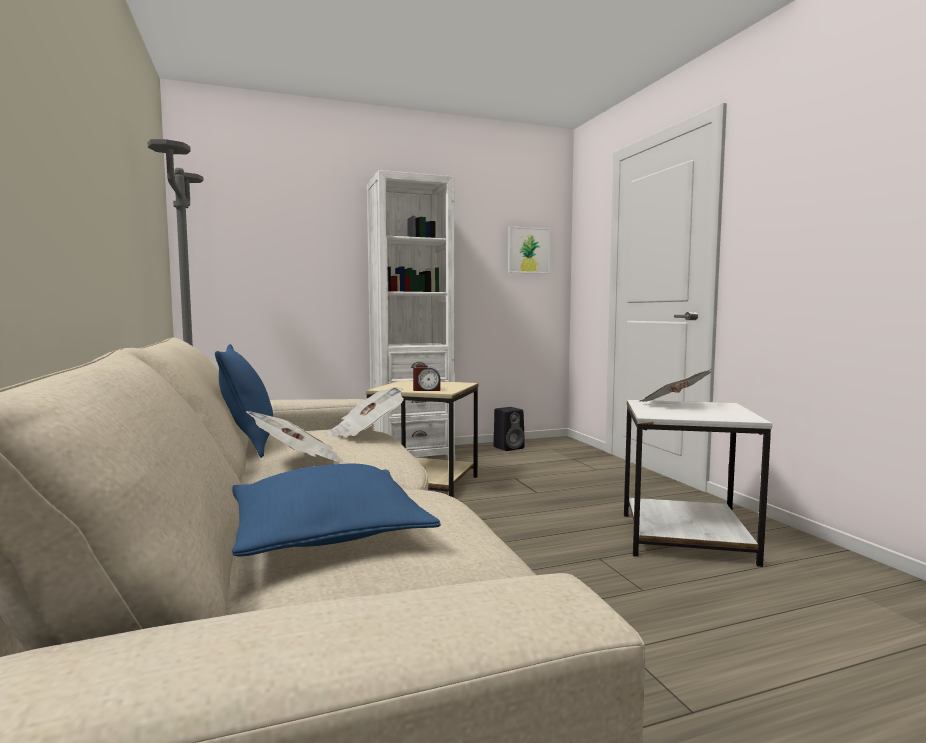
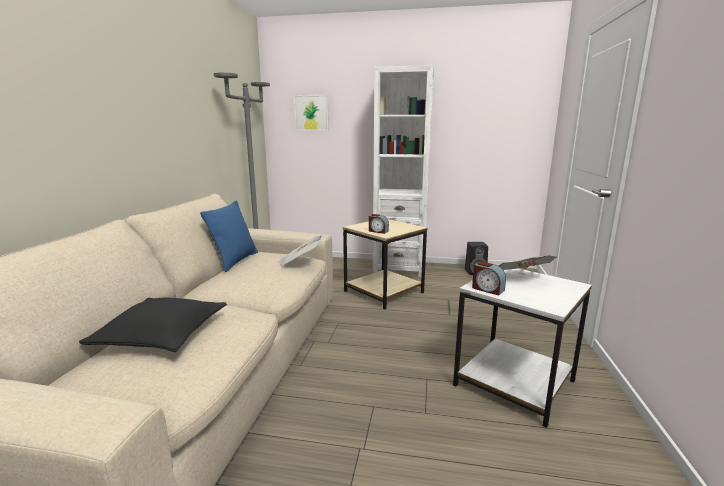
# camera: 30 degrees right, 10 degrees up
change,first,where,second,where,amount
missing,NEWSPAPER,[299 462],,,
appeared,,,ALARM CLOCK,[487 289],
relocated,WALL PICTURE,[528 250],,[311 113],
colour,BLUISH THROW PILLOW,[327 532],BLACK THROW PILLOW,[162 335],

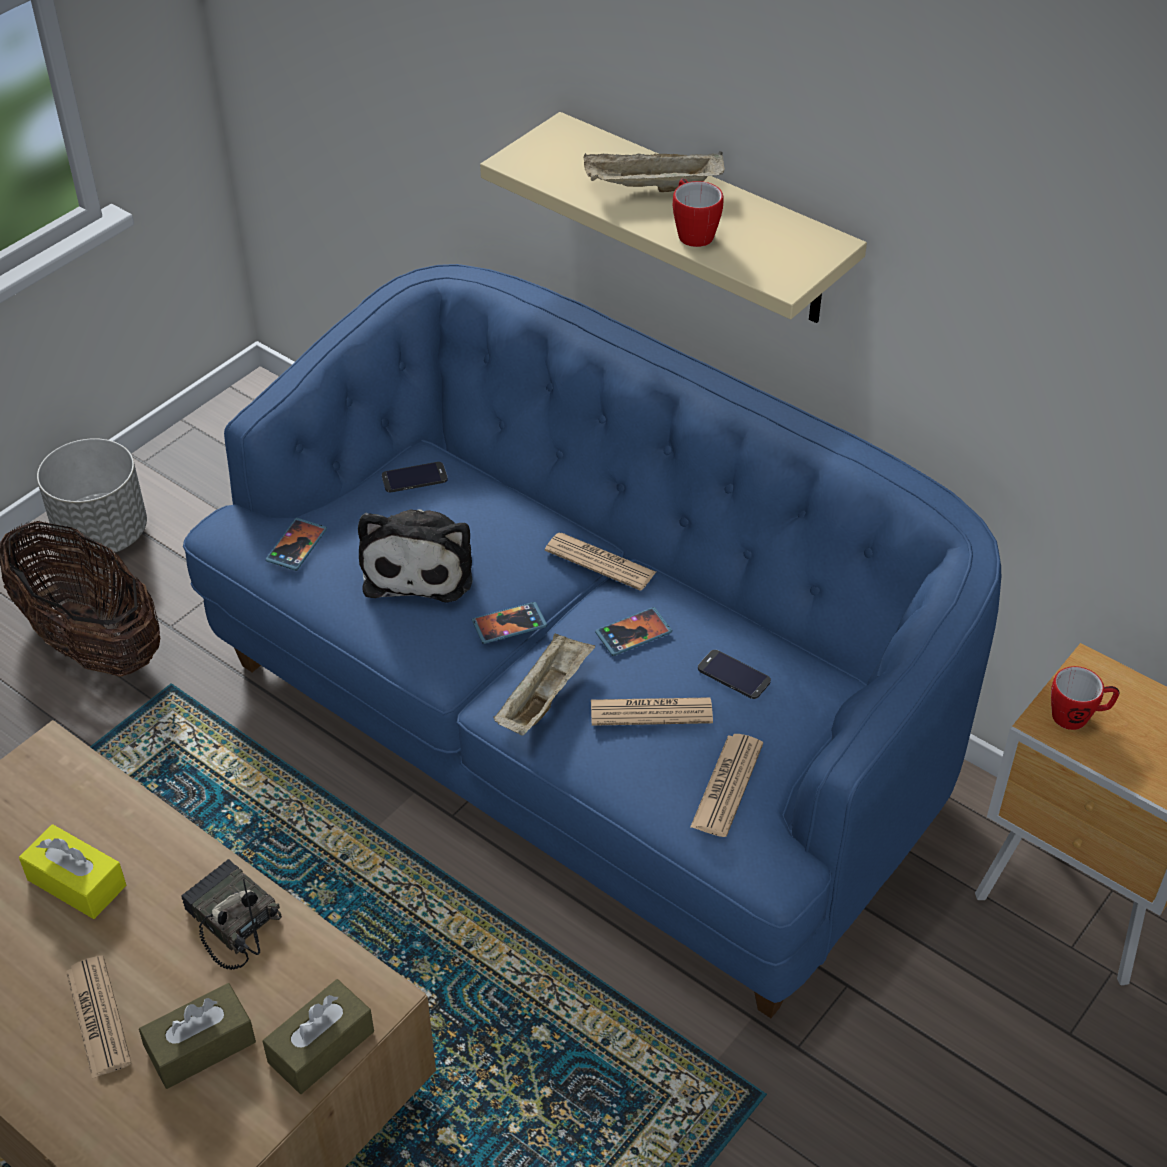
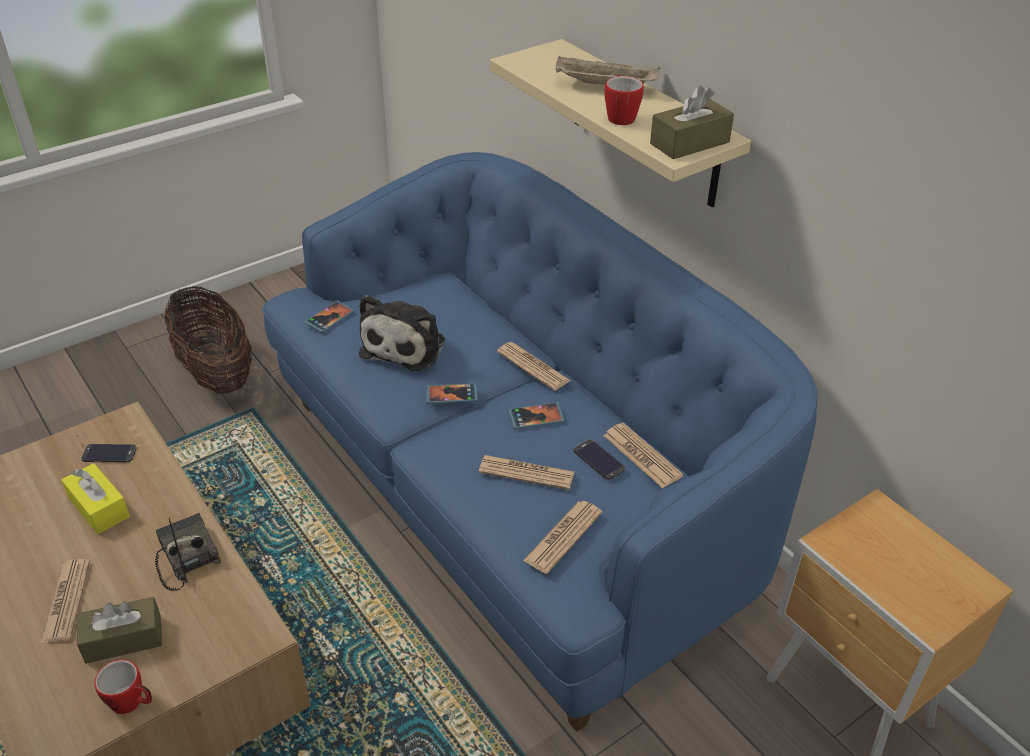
# camera: 15 degrees right, 5 degrees down
change,first,where,second,where,amount
missing,GREY PLANT POT,[103 535],,,
missing,BEIGE TRAY,[544 697],,,
appeared,,,NEWSPAPER,[642 456],
relocated,BROWN TISSUE BOX,[321 1047],,[689 143],
relocated,PHONE,[414 478],,[109 454],
relocated,TEA MUG,[1078 717],,[132 703],

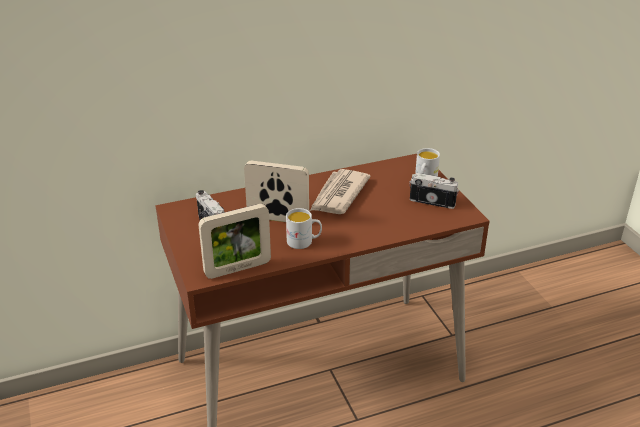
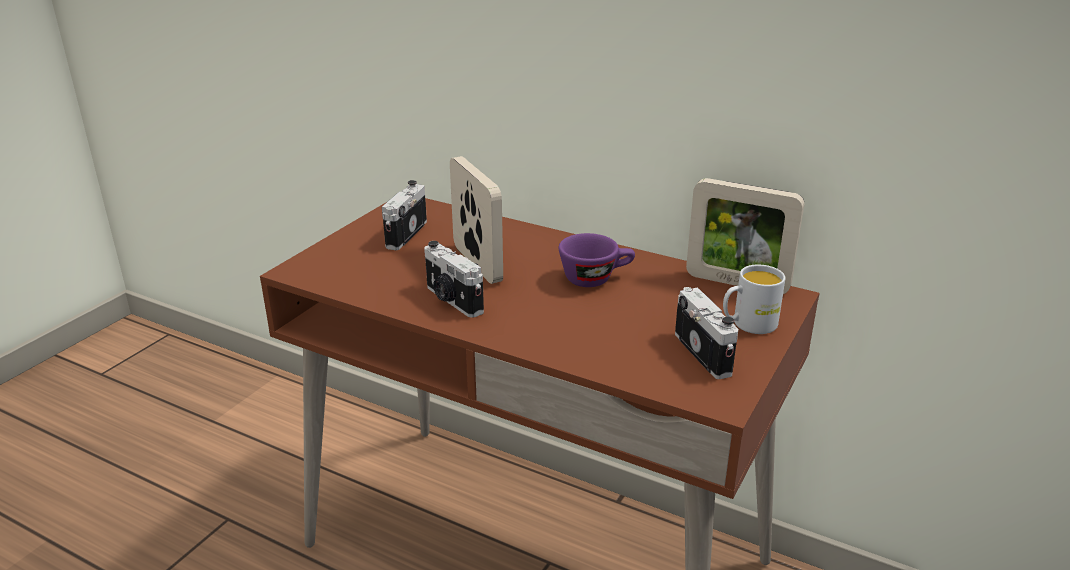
# camera: 50 degrees right, 5 degrees down
change,first,where,second,where,amount
relocated,PHOTO FRAME,[238 269],,[737 283],
exchanged,WHITISH TEA MUG,[304 242],PHOTO CAMERA,[452 300],
exchanged,NEWSPAPER,[338 195],PURPLE-COLOURED SMALL CUP,[596 278],

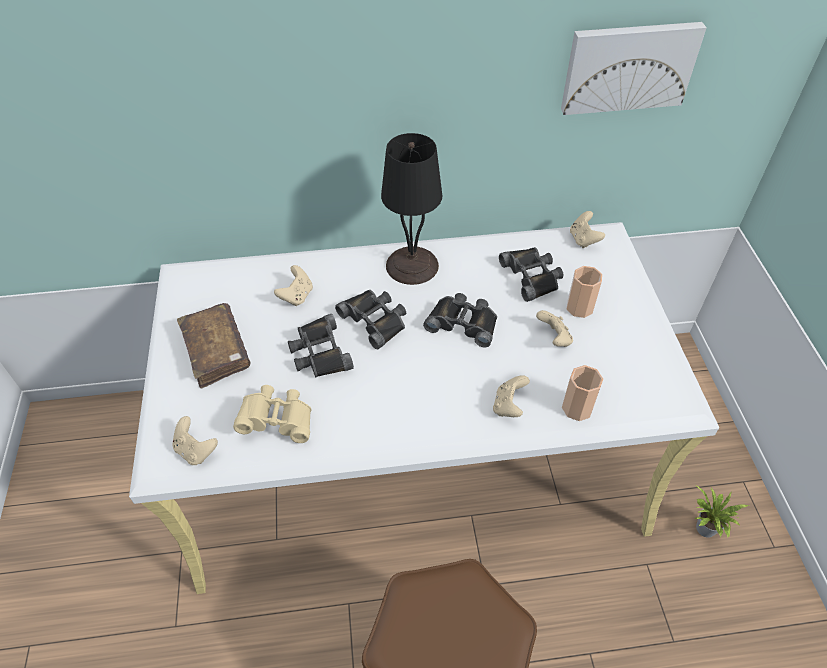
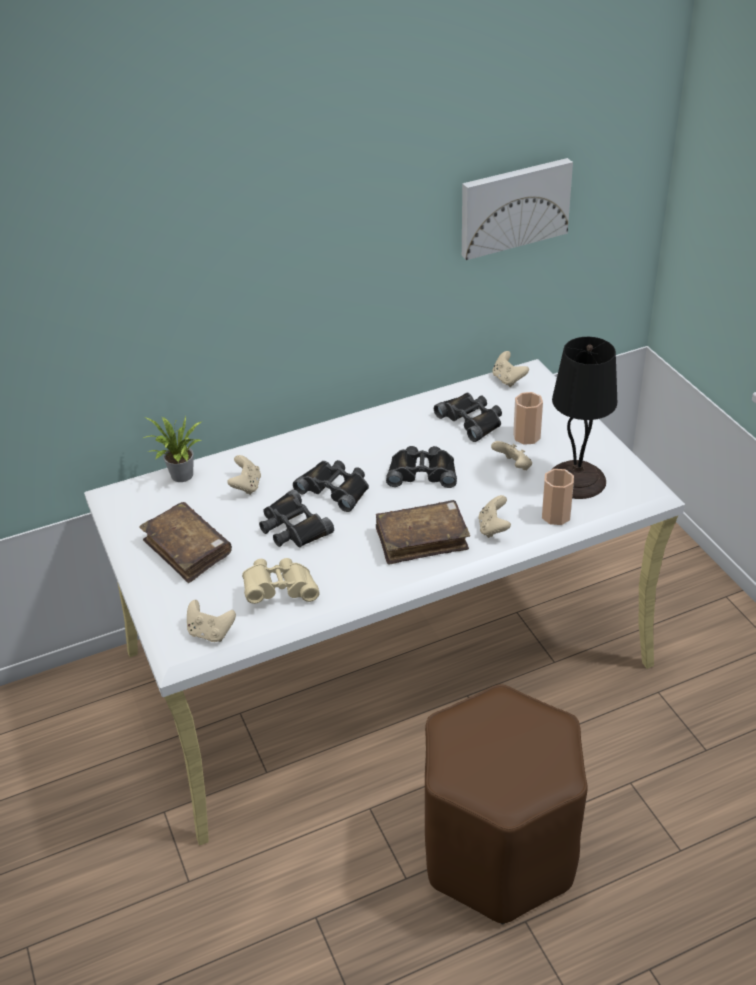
# camera: 15 degrees left, 10 degrees down
change,first,where,second,where,amount
appeared,,,BROWN BOOK,[421 539],
relocated,BLACK TABLETOP LAMP,[412 266],,[577 481],
relocated,HOUSEPLANT,[704 530],,[180 477],

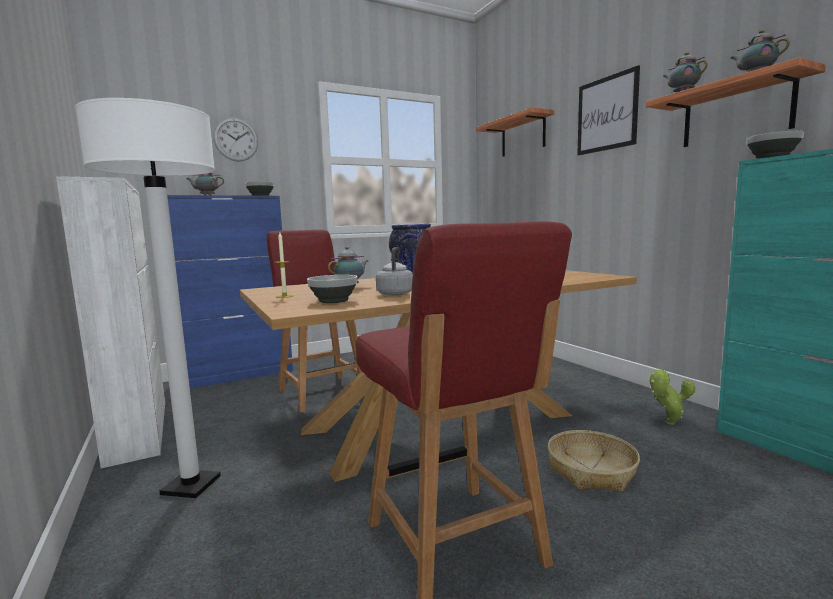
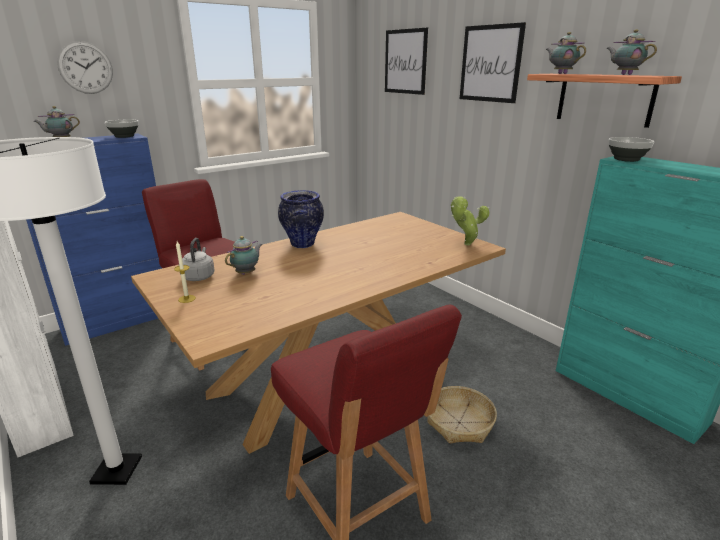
# camera: 10 degrees left, 15 degrees up
change,first,where,second,where,amount
missing,DEEP DISH,[333 301],,,
relocated,GREY KETTLE,[395 293],,[199 276],
relocated,HOUSEPLANT,[668 423],,[465 244],
exchanged,WALL SHELF,[523 136],WALL PICTURE,[405 61],

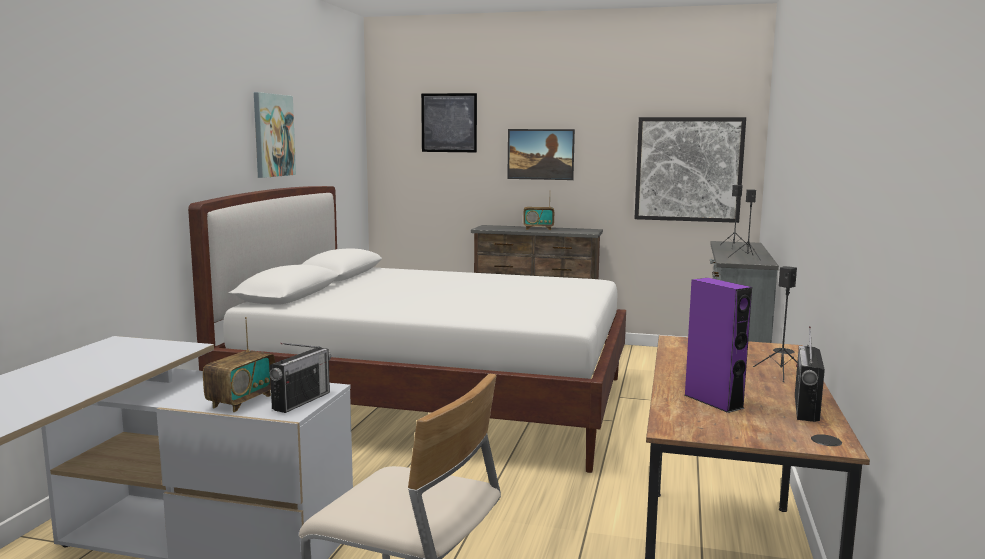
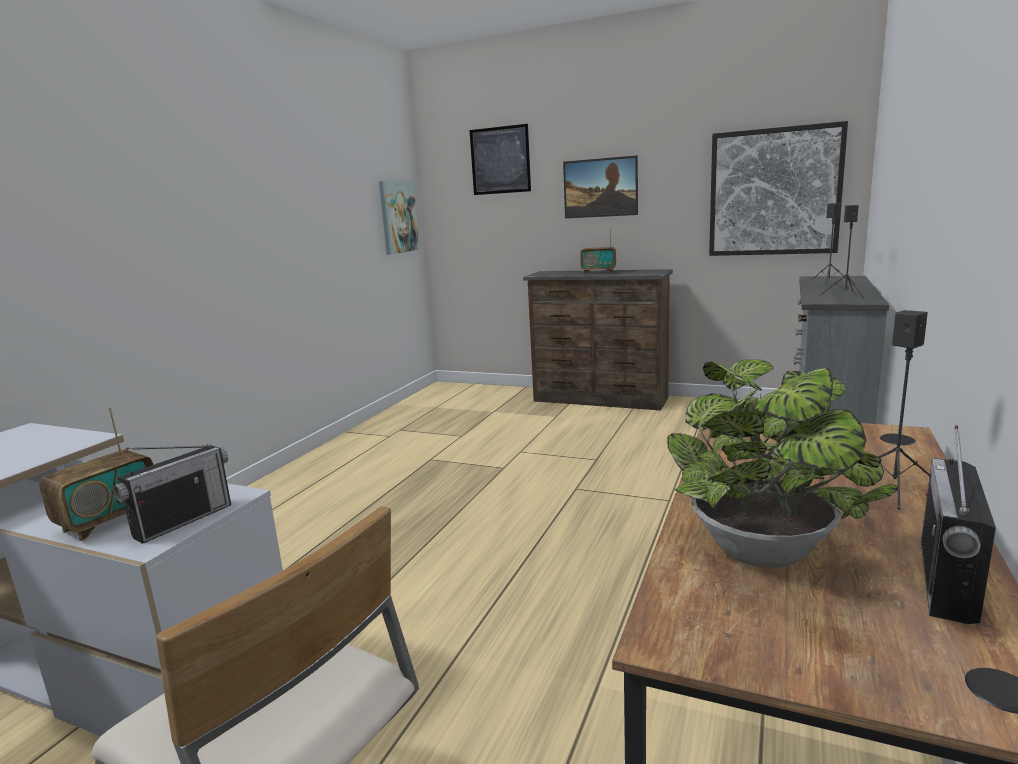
# camera: 10 degrees right, 5 degrees up
change,first,where,second,where,amount
missing,WHITISH BED,[435 401],,,
relocated,WALL PICTURE,[273 135],,[398 217],
exchanged,PURPLE-COLOURED SPEAKER,[713 401],HOUSEPLANT,[765 557],

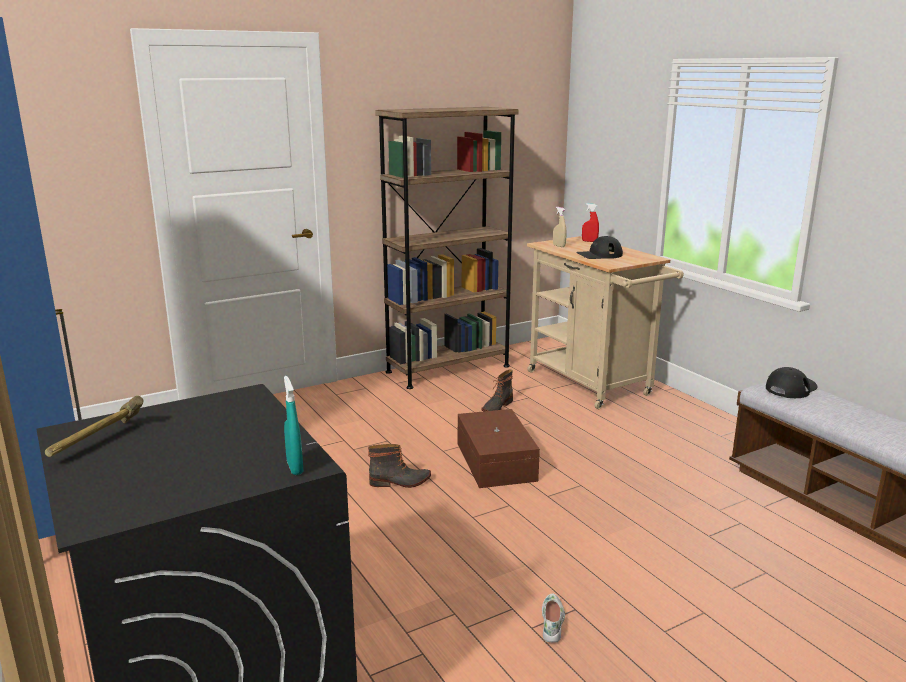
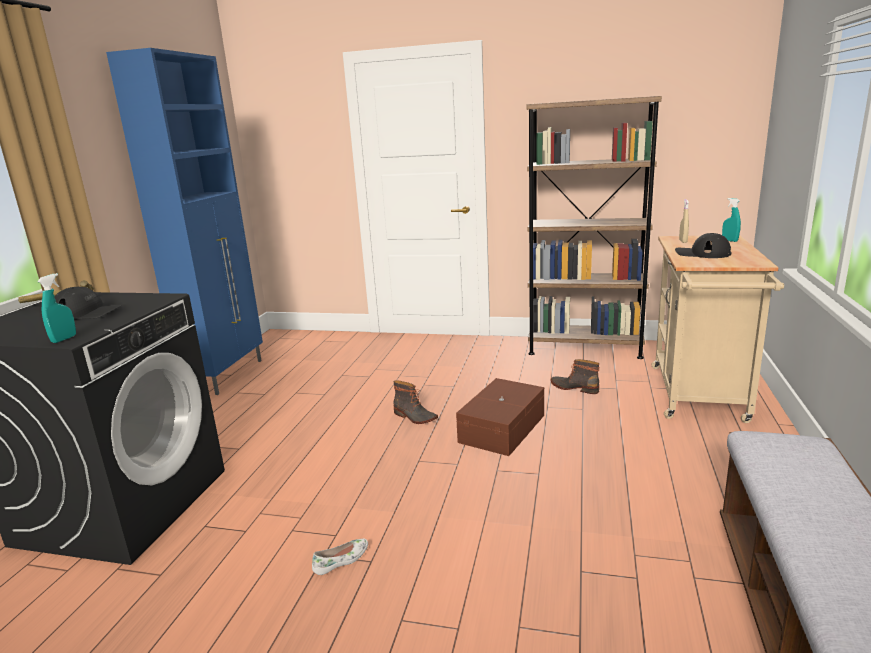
# camera: 45 degrees right, 0 degrees up
change,first,where,second,where,amount
relocated,BLACK PEAKED CAP,[791 388],,[87 313],
colour,RED-COLOURED SPRAYER,[589 241],TURQUOISE SPRAYER,[729 240],
spun,TALL BOOT,[496 407],,[574 387],45 degrees clockwise

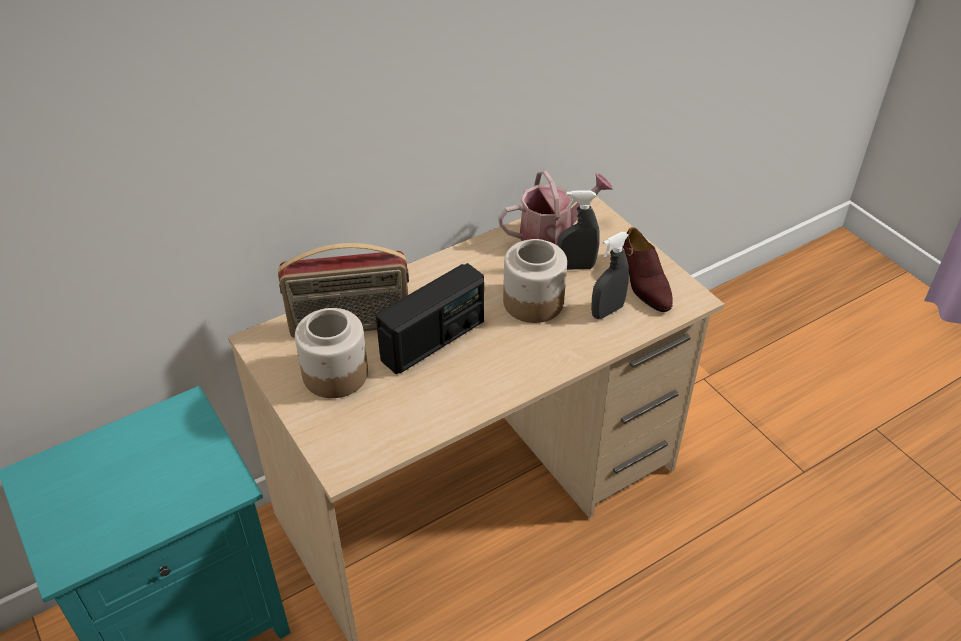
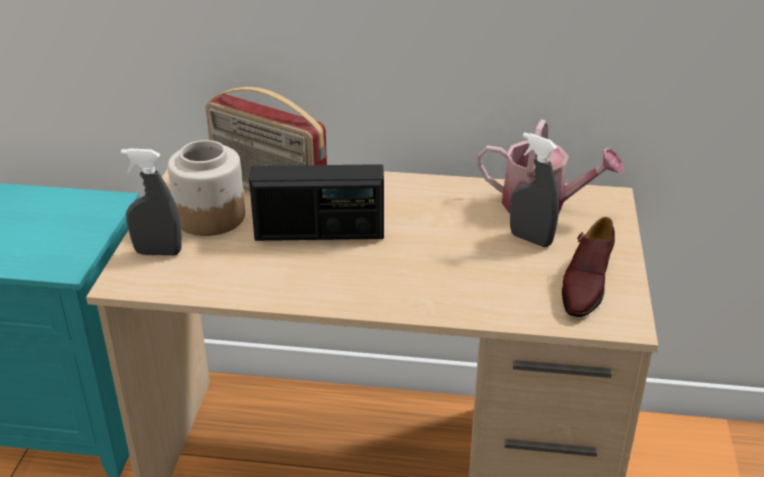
# camera: 40 degrees right, 10 degrees down
change,first,where,second,where,amount
missing,PRESERVE JAR,[532 302],,,
relocated,GREY SPRAYER,[607 311],,[158 252],

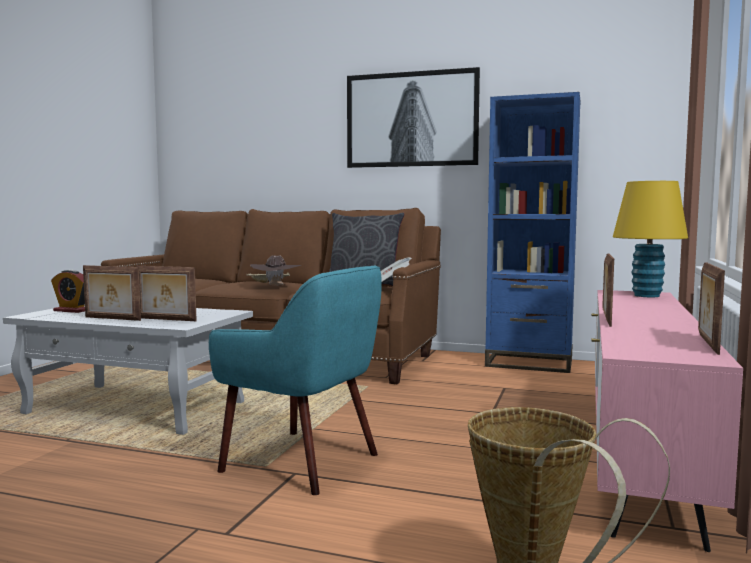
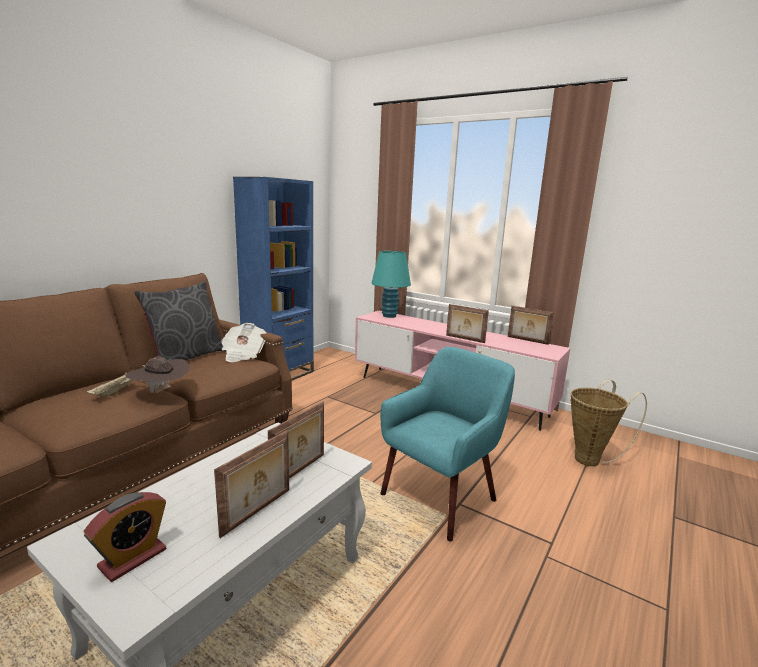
# camera: 75 degrees left, 10 degrees up
change,first,where,second,where,amount
missing,WALL PICTURE,[412 119],,,
colour,YELLOW TABLETOP LAMP,[647 295],TURQUOISE TABLETOP LAMP,[389 316],

